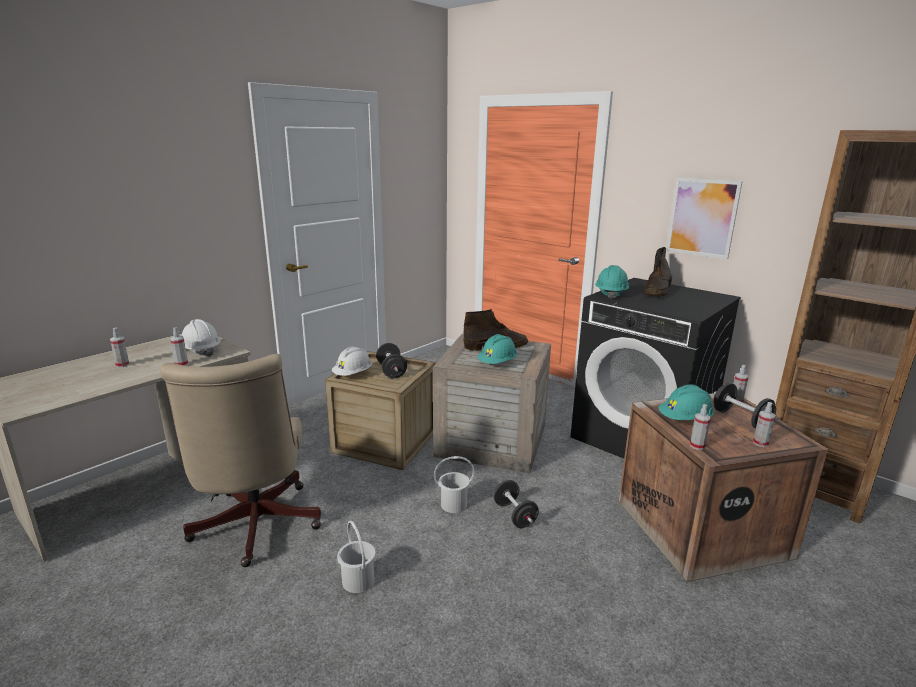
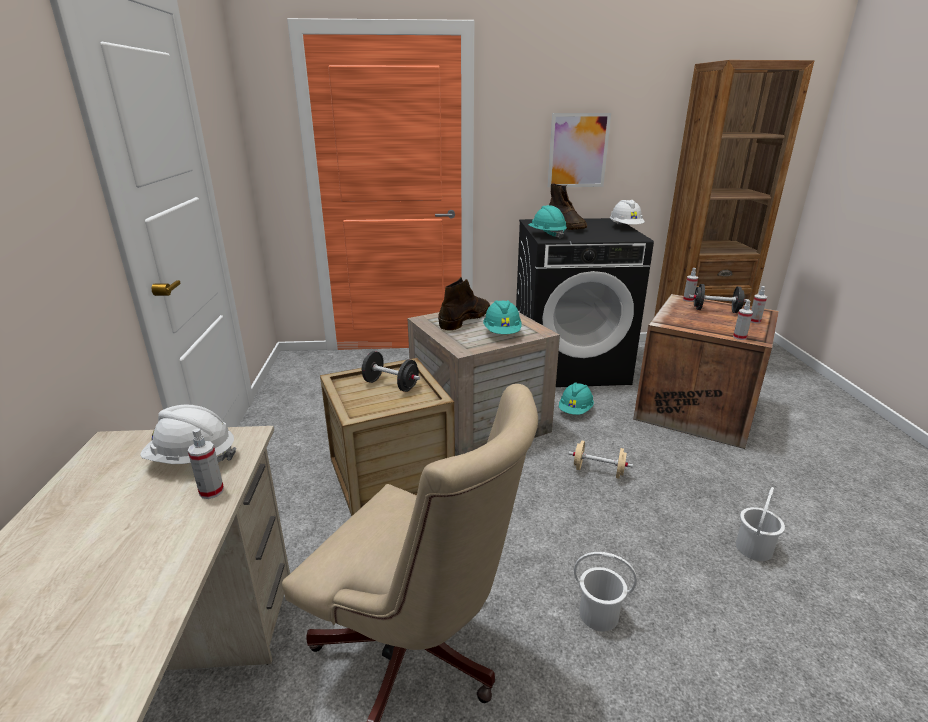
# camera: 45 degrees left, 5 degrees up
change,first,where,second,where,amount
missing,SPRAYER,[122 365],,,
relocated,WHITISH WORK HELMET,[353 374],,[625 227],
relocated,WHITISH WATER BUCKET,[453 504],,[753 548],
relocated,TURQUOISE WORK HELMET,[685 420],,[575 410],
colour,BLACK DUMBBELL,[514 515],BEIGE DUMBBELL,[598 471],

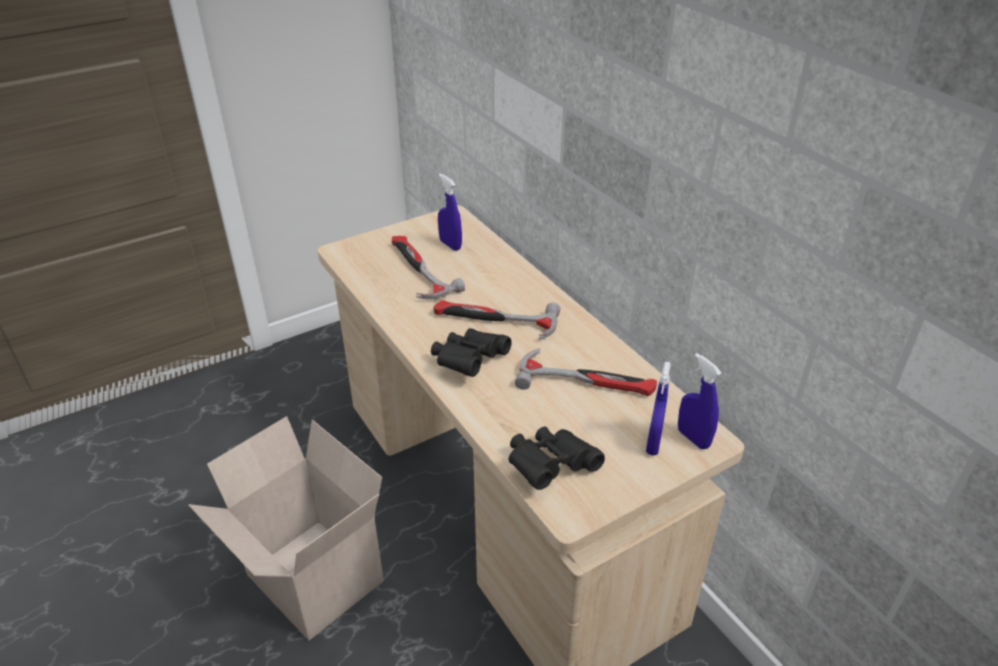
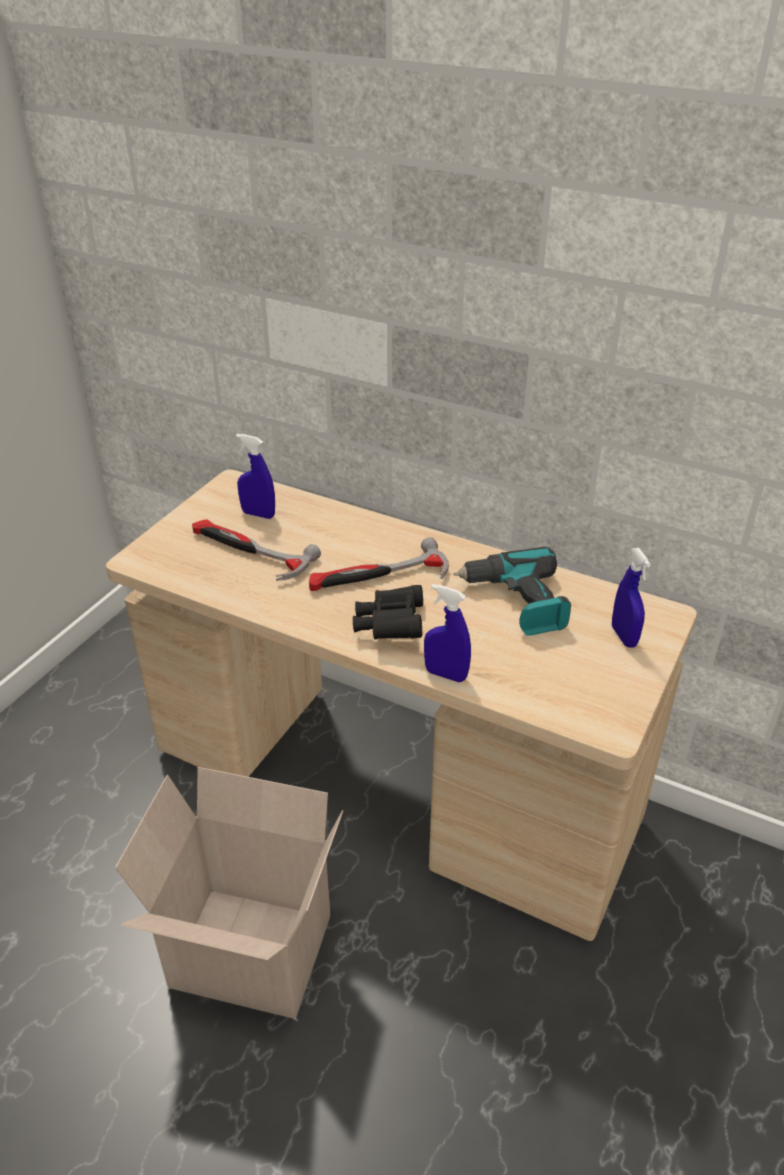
# camera: 30 degrees left, 0 degrees up
change,first,where,second,where,amount
missing,BLACK PAIR OF BINOCULARS,[550 467],,,
relocated,BLUISH SPRAYER,[693 438],,[445 674],
exchanged,TOOL HAMMER,[586 380],DRILL,[517 602],

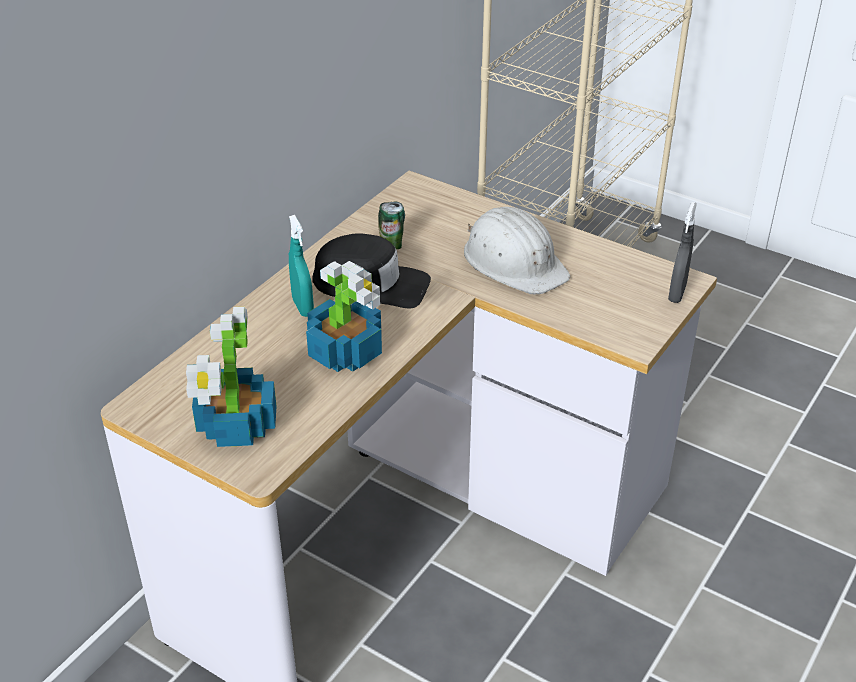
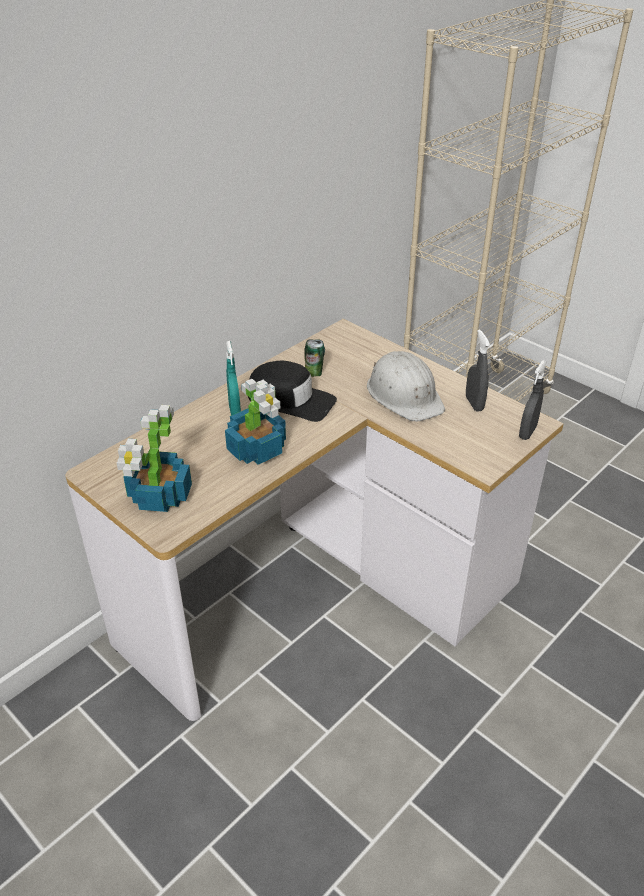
# camera: 10 degrees right, 0 degrees up
change,first,where,second,where,amount
appeared,,,GREY SPRAYER,[474 403],

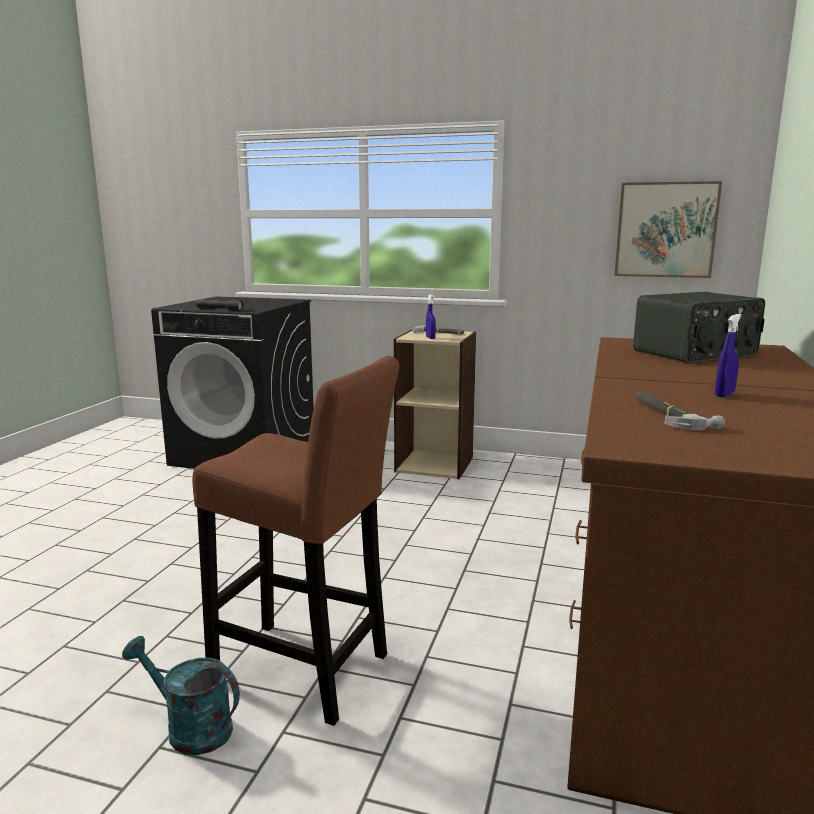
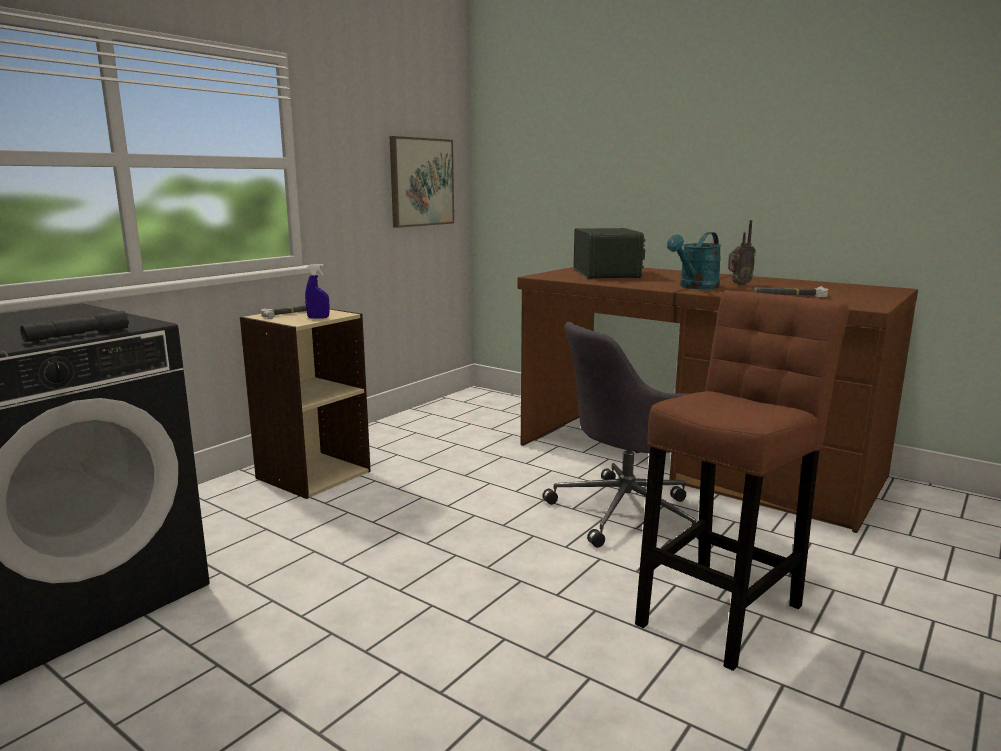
# camera: 70 degrees left, 0 degrees up
change,first,where,second,where,amount
appeared,,,GREY DESK CHAIR,[628 511],
relocated,TURQUOISE SPRINKLING CAN,[190 728],,[695 287],
exchanged,BLUISH SPRAYER,[724 394],RADIO,[738 284],

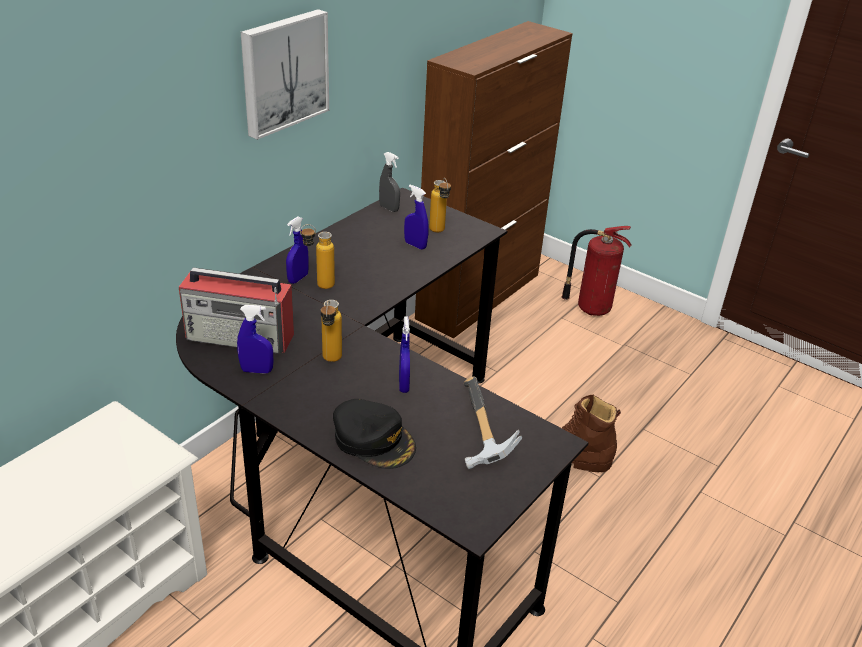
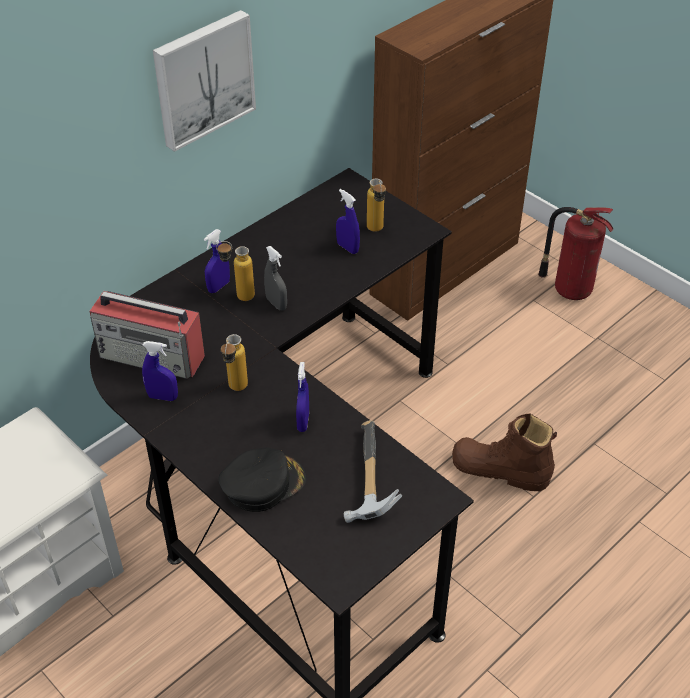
# camera: 10 degrees right, 10 degrees up
change,first,where,second,where,amount
relocated,GREY SPRAYER,[389 208],,[276 303],
spun,BLACK PEAKED CAP,[374 440],,[263 483],75 degrees counterclockwise

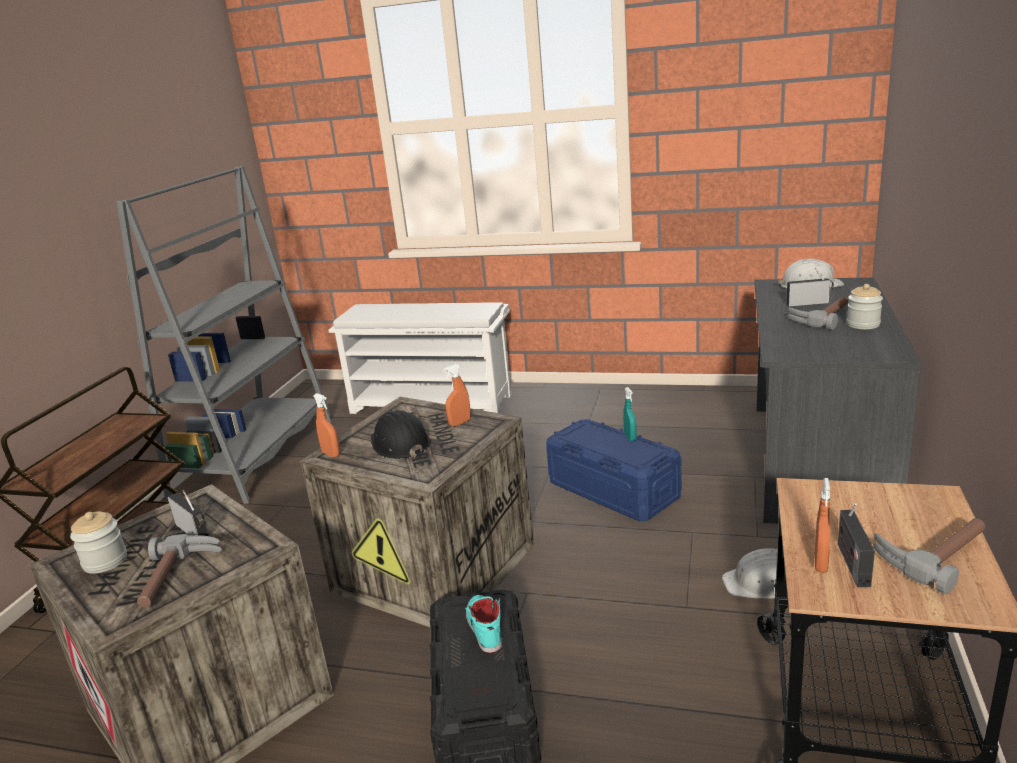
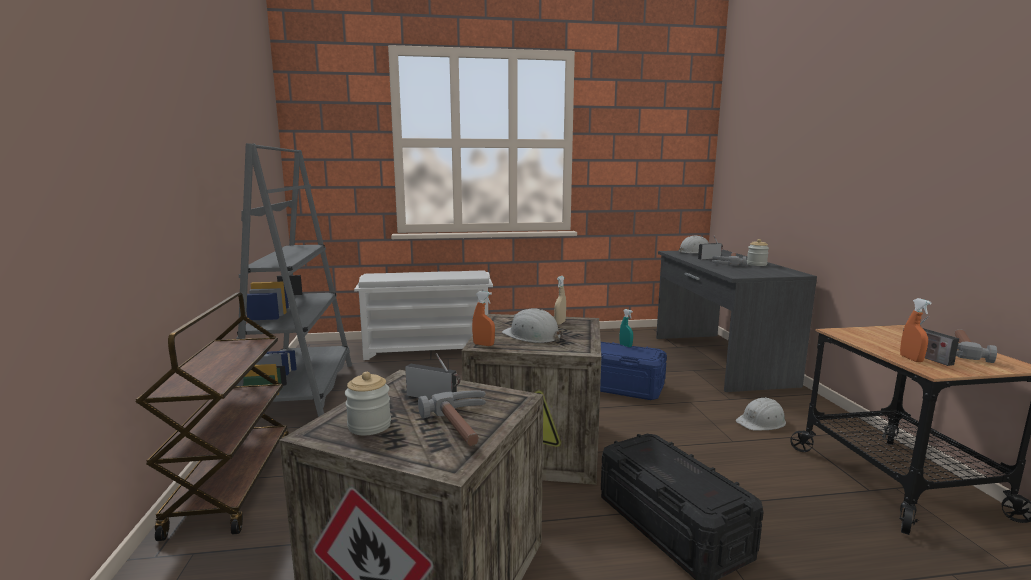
# camera: 25 degrees left, 10 degrees down
change,first,where,second,where,amount
missing,TURQUOISE ITEM OF FOOTWEAR,[483 627],,,
colour,BLACK WORK HELMET,[399 444],WHITISH WORK HELMET,[532 336],
colour,ORANGEY SPRAYER,[460 423],BEIGE SPRAYER,[560 323],

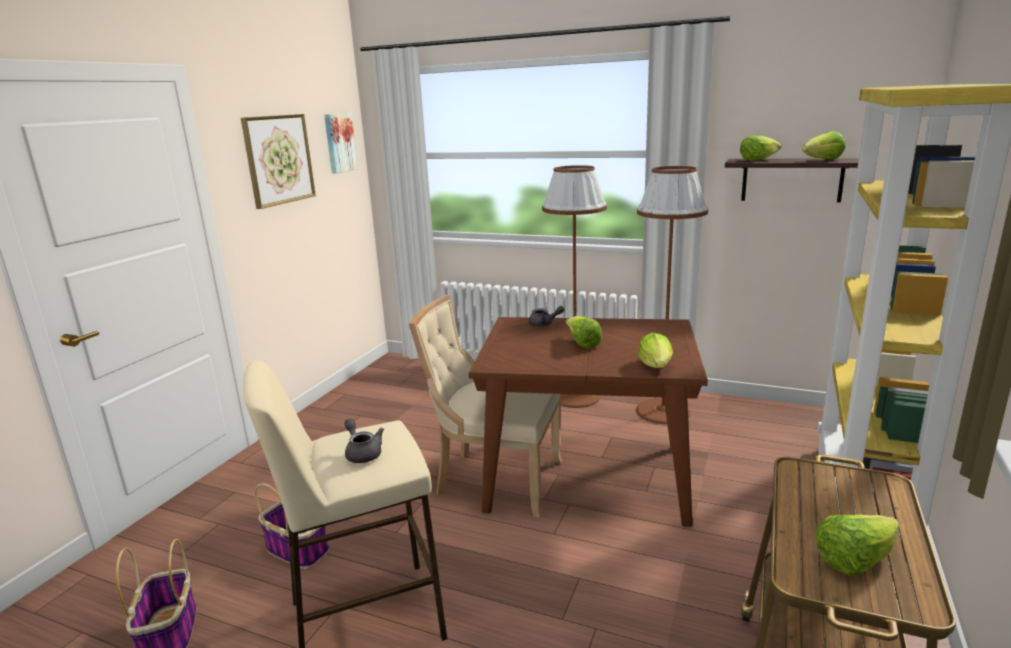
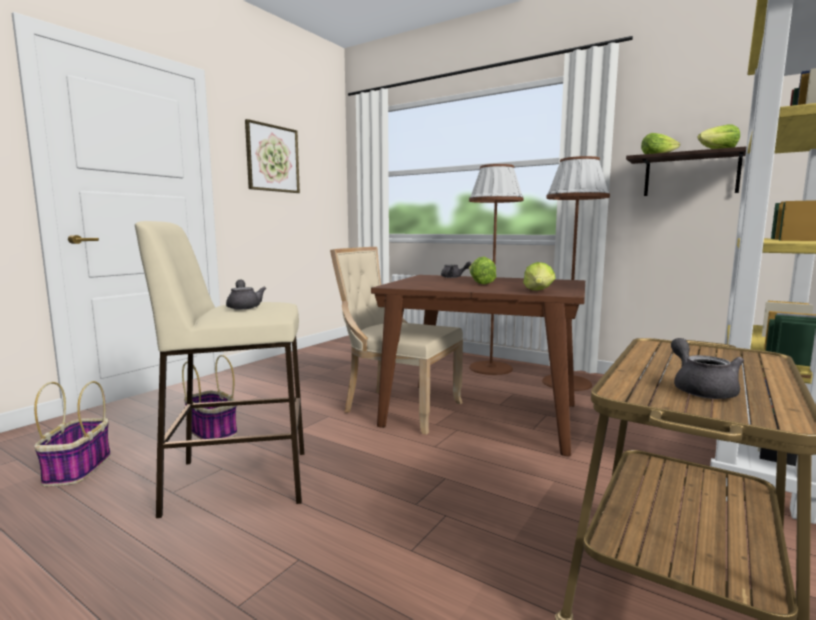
# camera: 10 degrees right, 10 degrees down
change,first,where,second,where,amount
missing,WALL PICTURE,[339 142],,,
exchanged,HEAD OF LETTUCE,[854 560],GREY TEAPOT,[701 389],

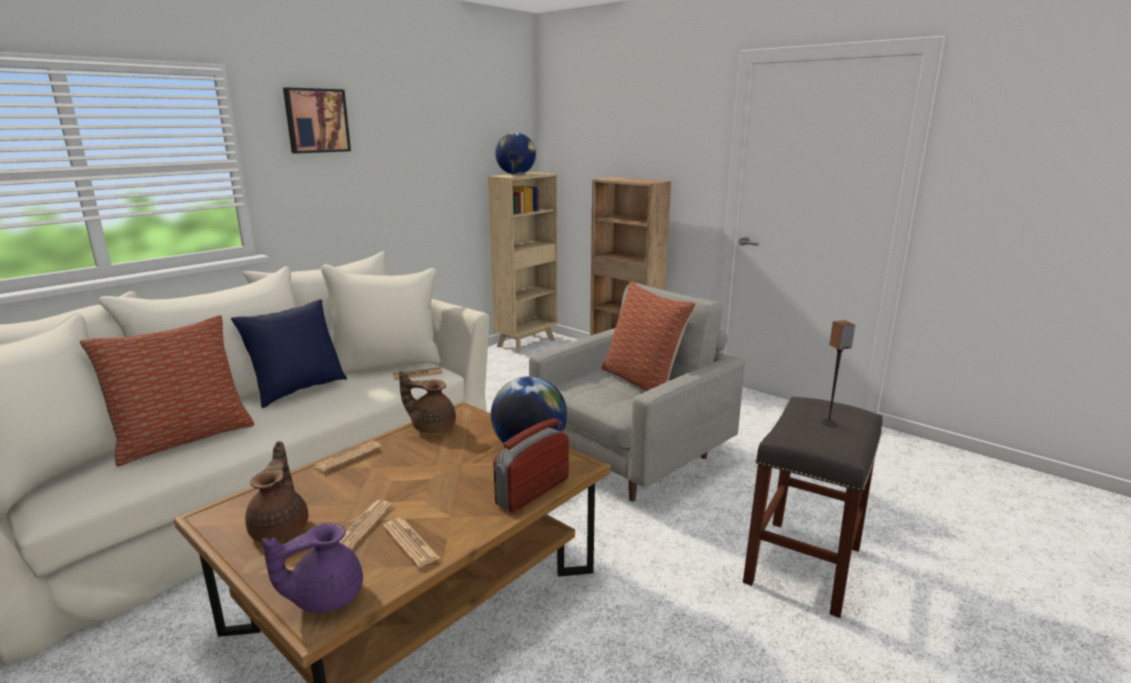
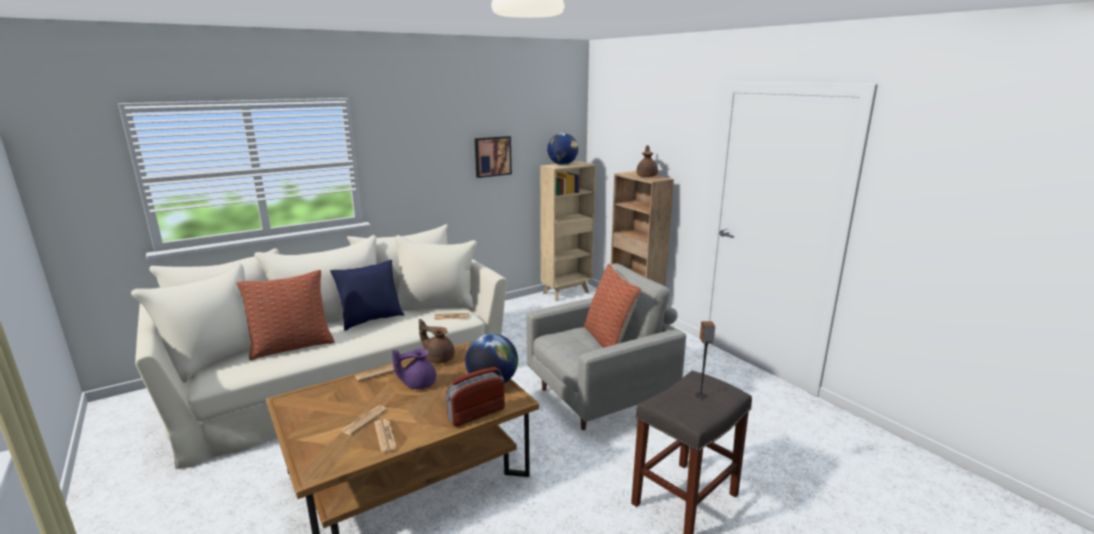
# camera: 15 degrees right, 0 degrees up
change,first,where,second,where,amount
relocated,BROWN TEAPOT,[281 527],,[647 176],
relocated,PURPLE-COLOURED TEAPOT,[324 597],,[418 384],
relocated,WALL PICTURE,[316 120],,[492 156],

